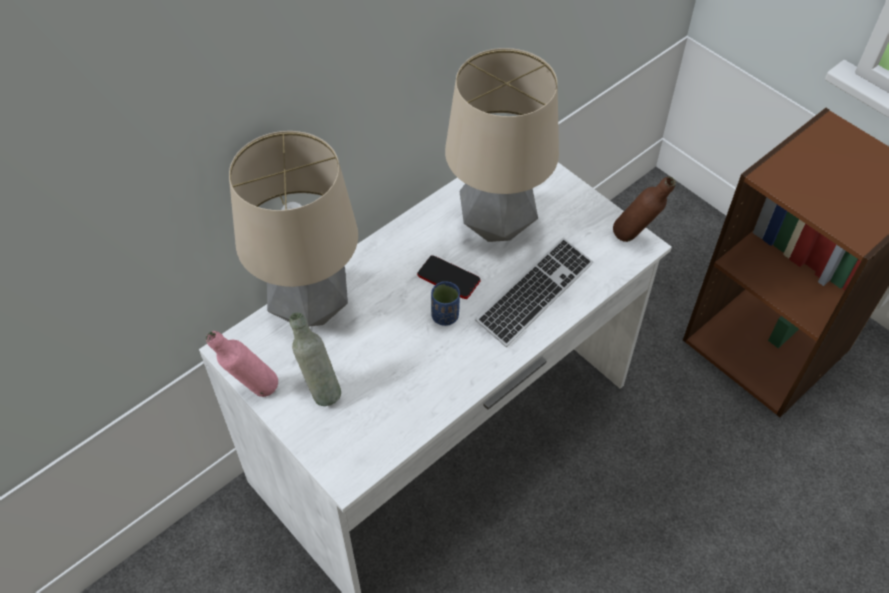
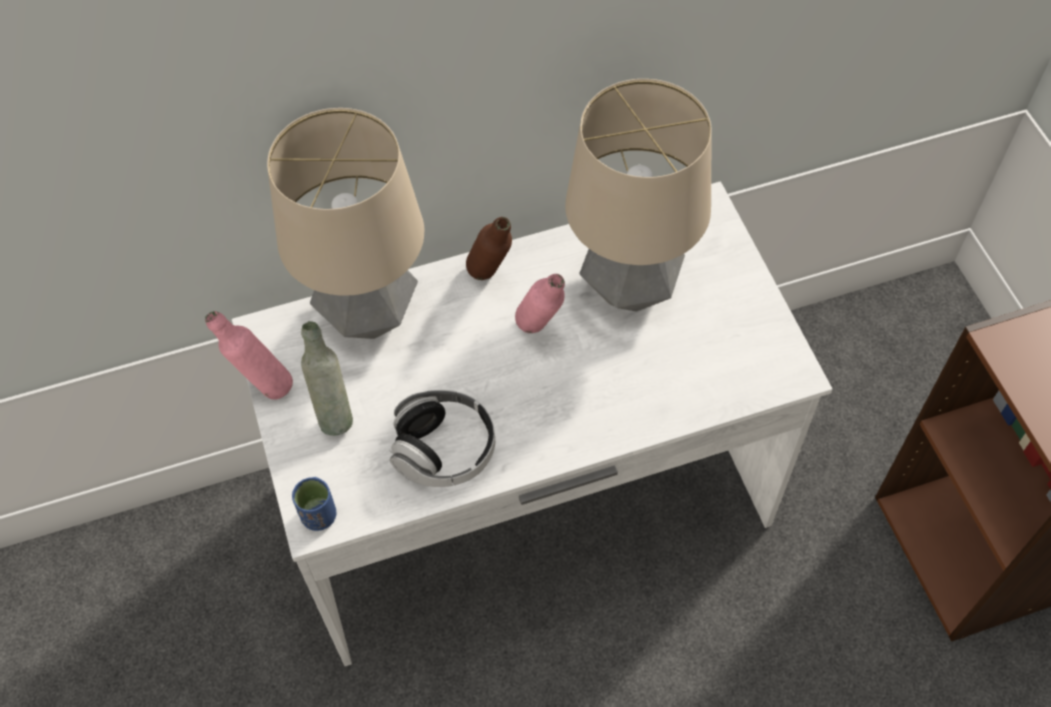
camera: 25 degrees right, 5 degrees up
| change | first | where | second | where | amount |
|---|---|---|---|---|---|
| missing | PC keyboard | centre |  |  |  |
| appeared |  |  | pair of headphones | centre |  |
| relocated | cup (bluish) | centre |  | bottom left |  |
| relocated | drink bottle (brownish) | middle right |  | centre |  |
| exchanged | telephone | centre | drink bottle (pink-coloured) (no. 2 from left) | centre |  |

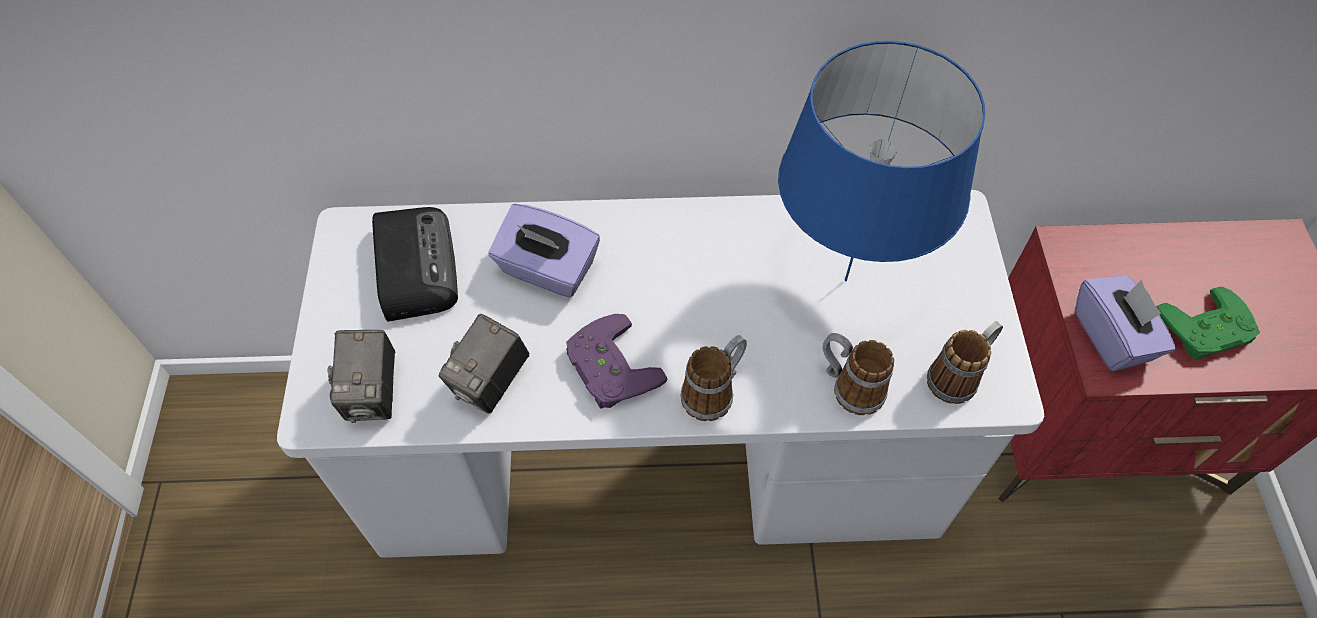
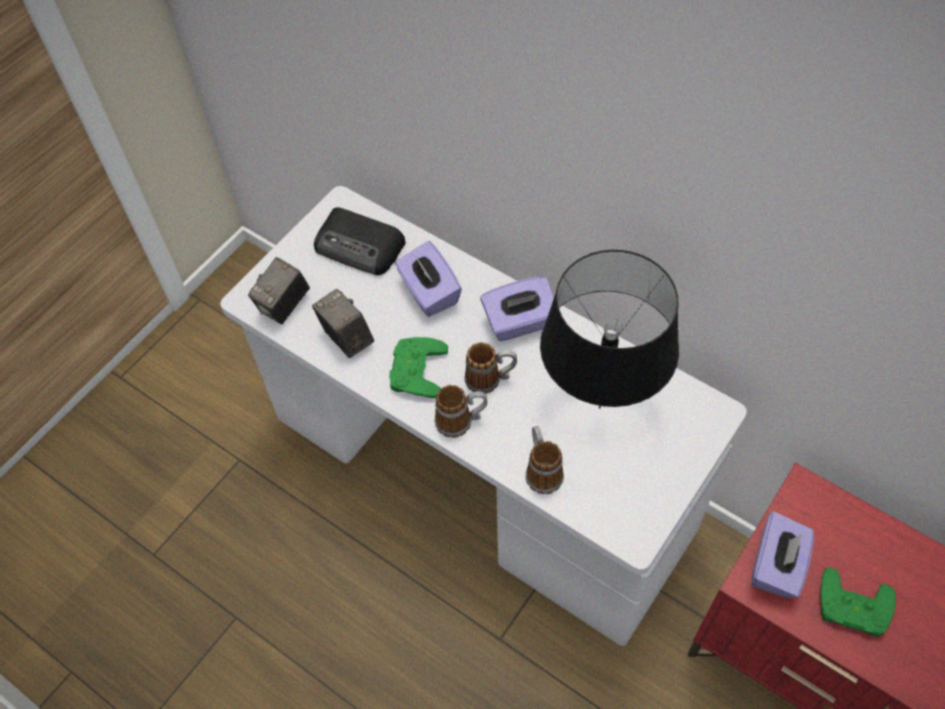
camera: 40 degrees right, 0 degrees up
| change | first | where | second | where | amount |
|---|---|---|---|---|---|
| appeared |  |  | box of tissues (purple-coloured) (no. 2 from left) | centre |  |
| relocated | mug (no. 3 from left in the first image) | middle right | mug (no. 2 from left) | centre |  |
| colour | game controller (purple-coloured) | centre | game controller (green) (no. 1 from left) | centre |  |
| colour | table lamp (bluish) | top right | table lamp (blackish) | centre |  |
| spun | radio set | middle left |  | centre | 90 degrees clockwise |
| spun | photo camera (no. 2 from left) | centre |  | centre | 75 degrees clockwise |

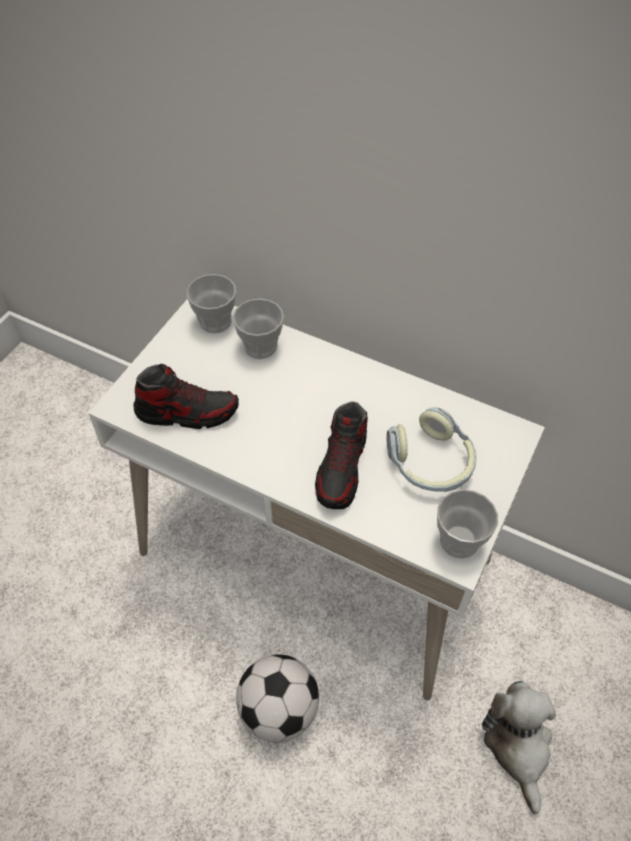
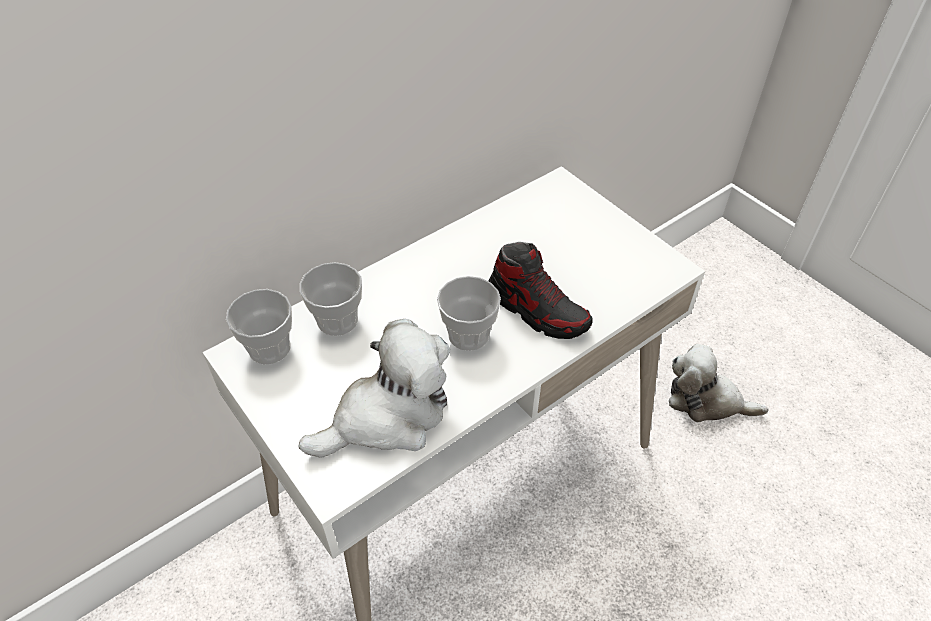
camera: 65 degrees left, 5 degrees down
| change | first | where | second | where | amount |
|---|---|---|---|---|---|
| missing | football ball | bottom centre |  |  |  |
| missing | pair of headphones | middle right |  |  |  |
| relocated | cup (no. 3 from left) | middle right |  | centre |  |
| exchanged | item of footwear (no. 1 from left) | middle left | plush toy (no. 1 from left) | centre |  |

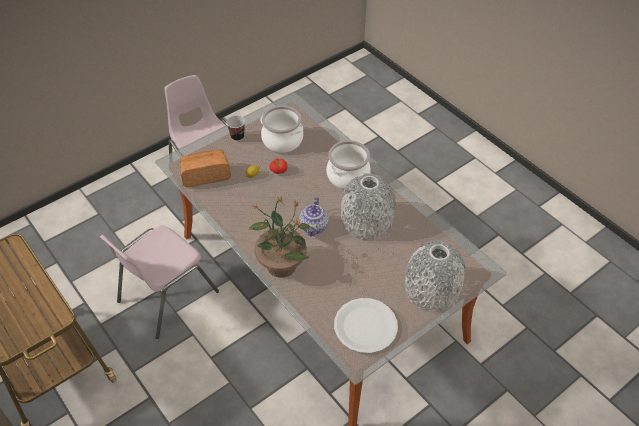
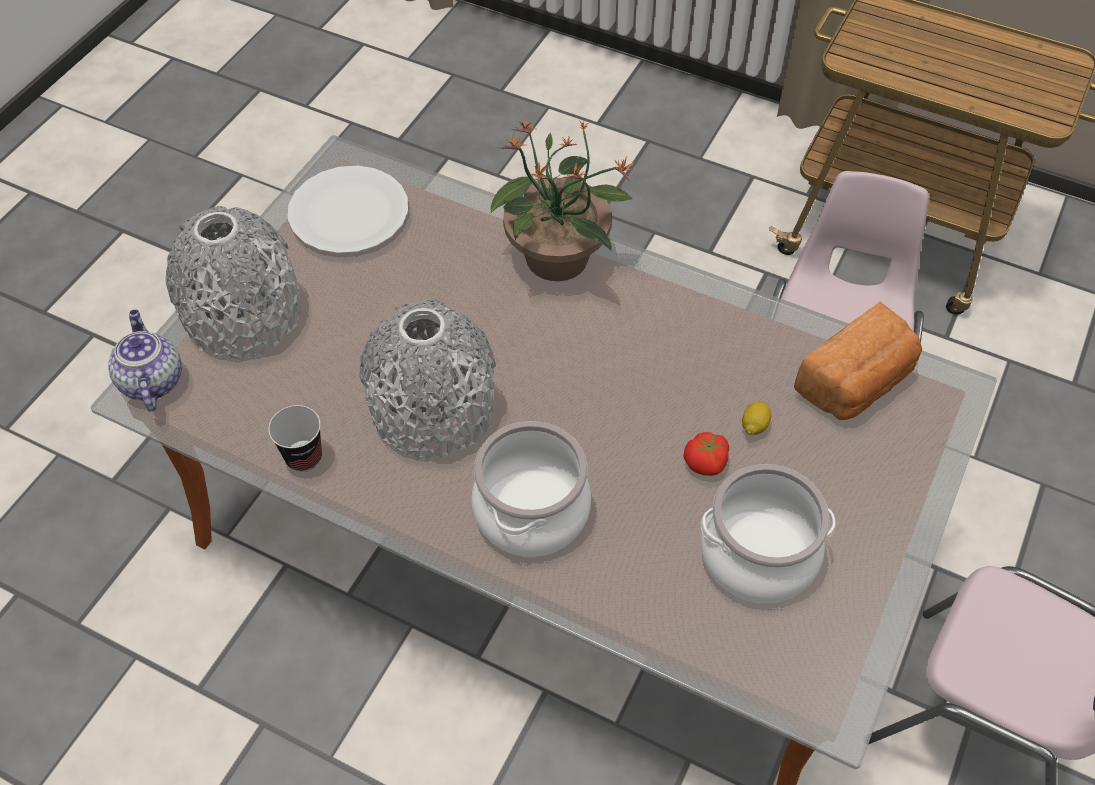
camera: 155 degrees right, 5 degrees up
| change | first | where | second | where | amount |
|---|---|---|---|---|---|
| relocated | cup | top centre |  | middle left |  |
| relocated | tea pot | centre |  | middle left |  |

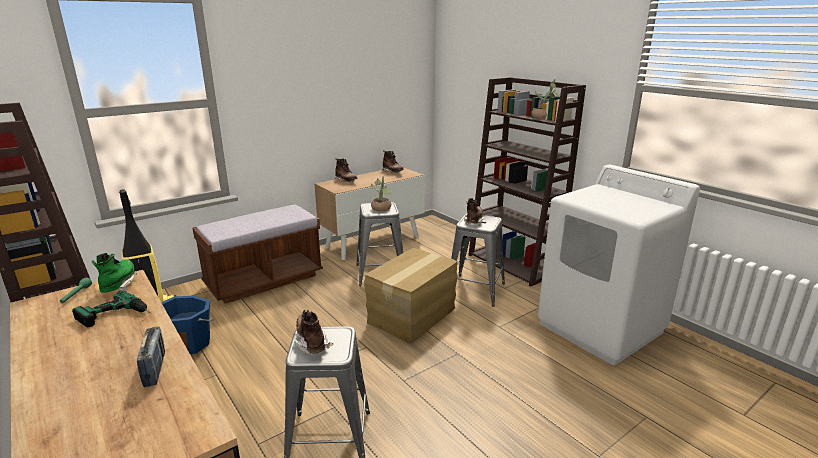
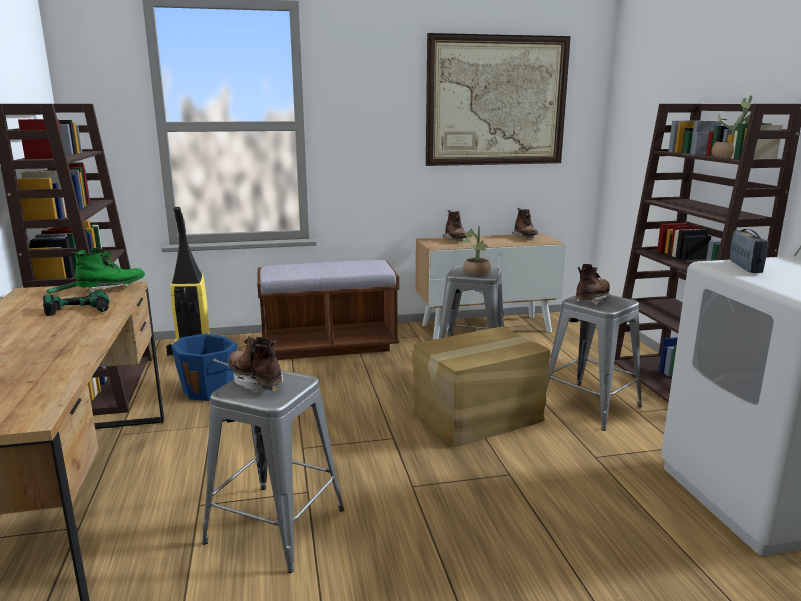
camera: 25 degrees right, 5 degrees down
| change | first | where | second | where | amount |
|---|---|---|---|---|---|
| appeared |  |  | picture | top centre |  |
| relocated | radio set | bottom left |  | middle right |  |
| spun | boot (green) | middle left |  | middle left | 45 degrees clockwise |
| spun | boot (brownish) (no. 1 from left) | bottom centre |  | middle left | 45 degrees counterclockwise |

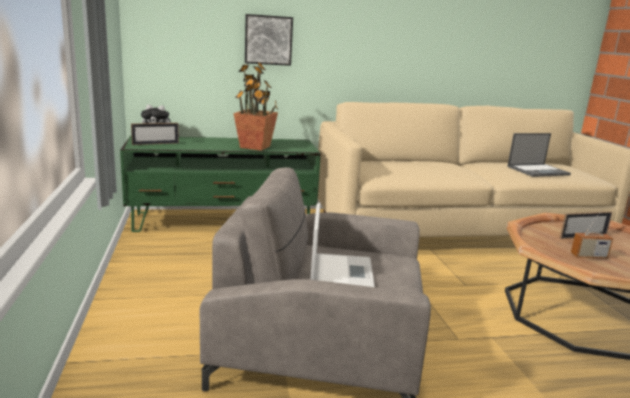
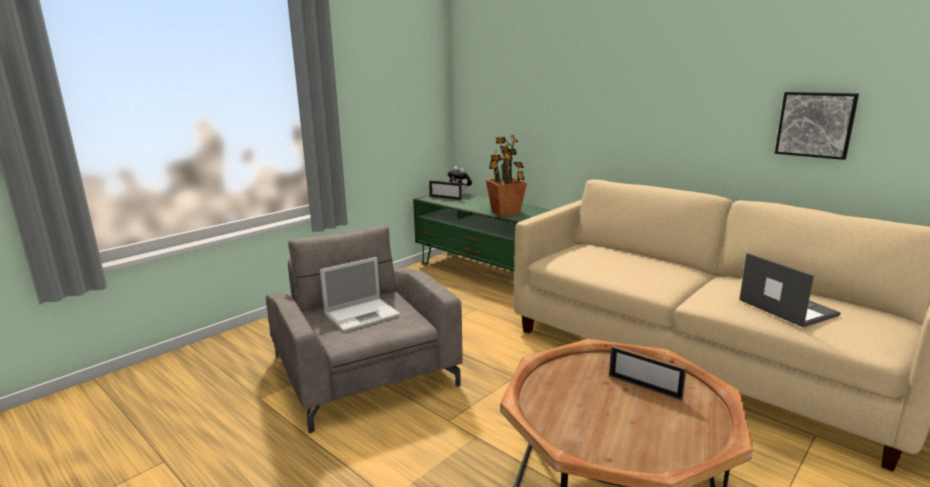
camera: 55 degrees right, 0 degrees up
| change | first | where | second | where | amount |
|---|---|---|---|---|---|
| missing | radio set | middle right |  |  |  |
| relocated | picture | top centre |  | top right |  |
| spun | laptop (no. 2 from left) | middle right |  | middle right | 150 degrees counterclockwise |

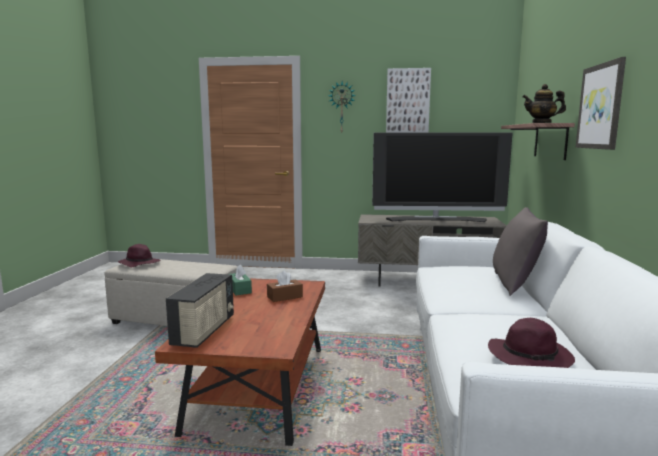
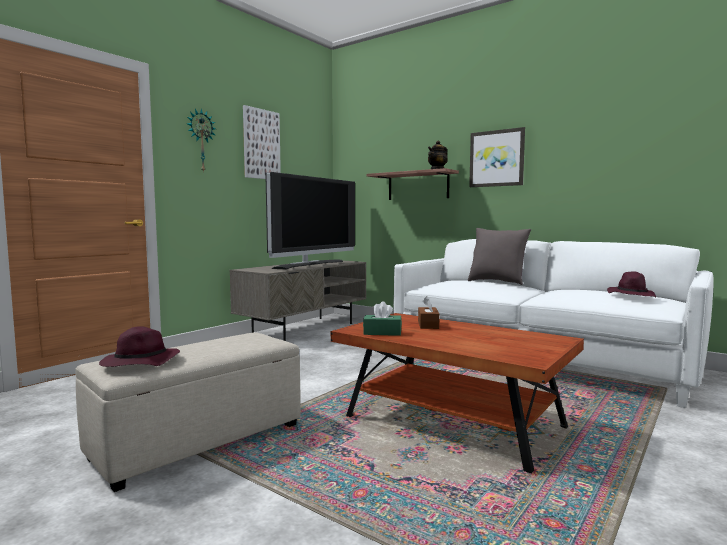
camera: 60 degrees left, 5 degrees down
| change | first | where | second | where | amount |
|---|---|---|---|---|---|
| missing | radio set | bottom left |  |  |  |

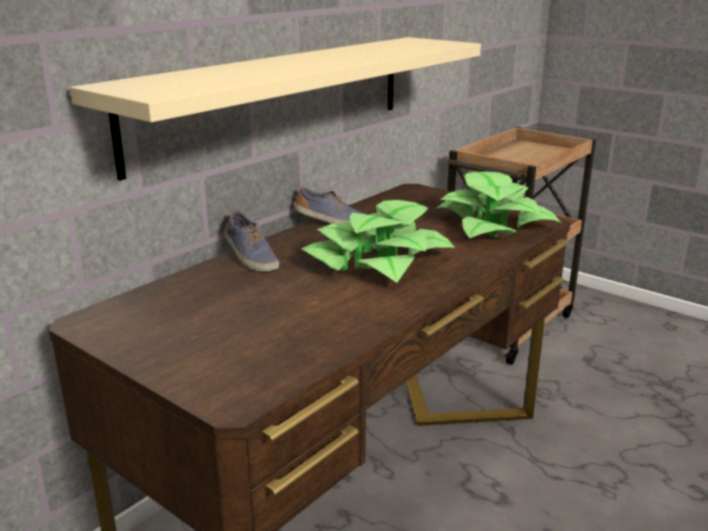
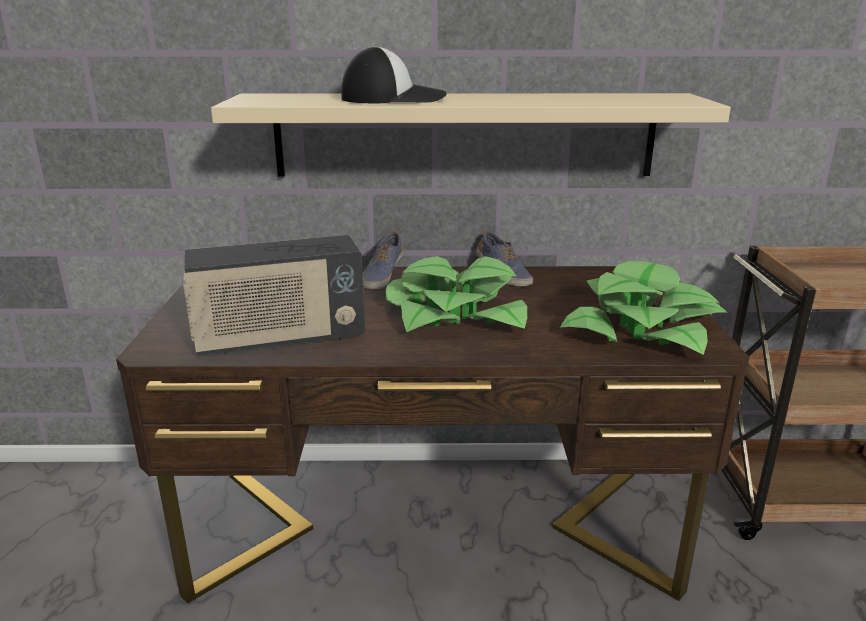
camera: 50 degrees right, 0 degrees up
| change | first | where | second | where | amount |
|---|---|---|---|---|---|
| appeared |  |  | radio set | middle left |  |
| appeared |  |  | baseball cap | top centre |  |

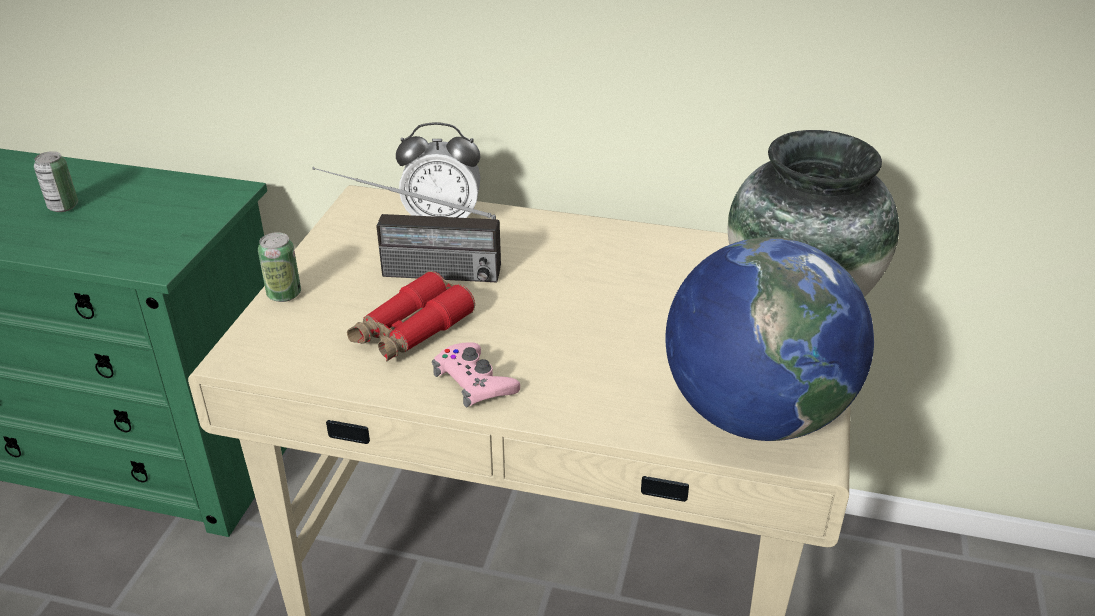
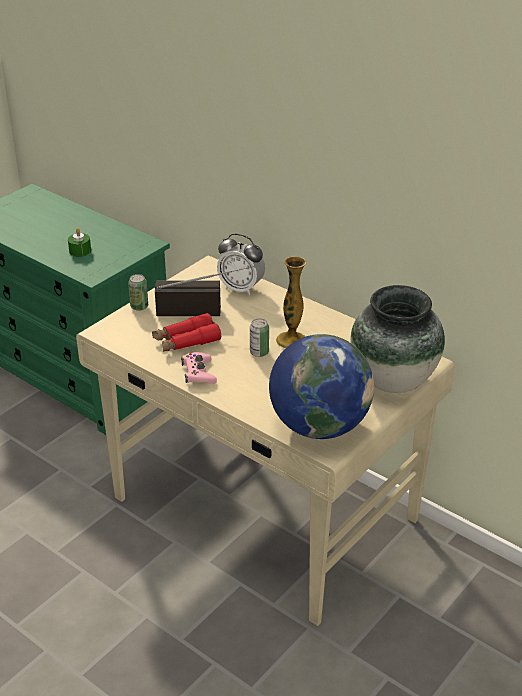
camera: 25 degrees right, 0 degrees up
| change | first | where | second | where | amount |
|---|---|---|---|---|---|
| appeared |  |  | wax candle (green) | middle left |  |
| appeared |  |  | vase (no. 1 from left) | centre |  |
| relocated | sealed can (no. 1 from left in the first image) | top left | sealed can (no. 2 from left) | centre |  |
| spun | radio set | centre |  | centre | 150 degrees clockwise |

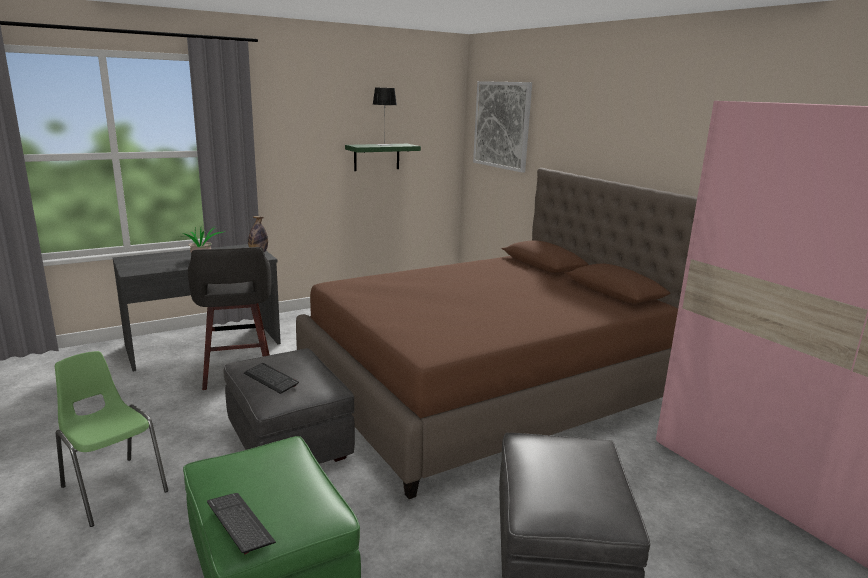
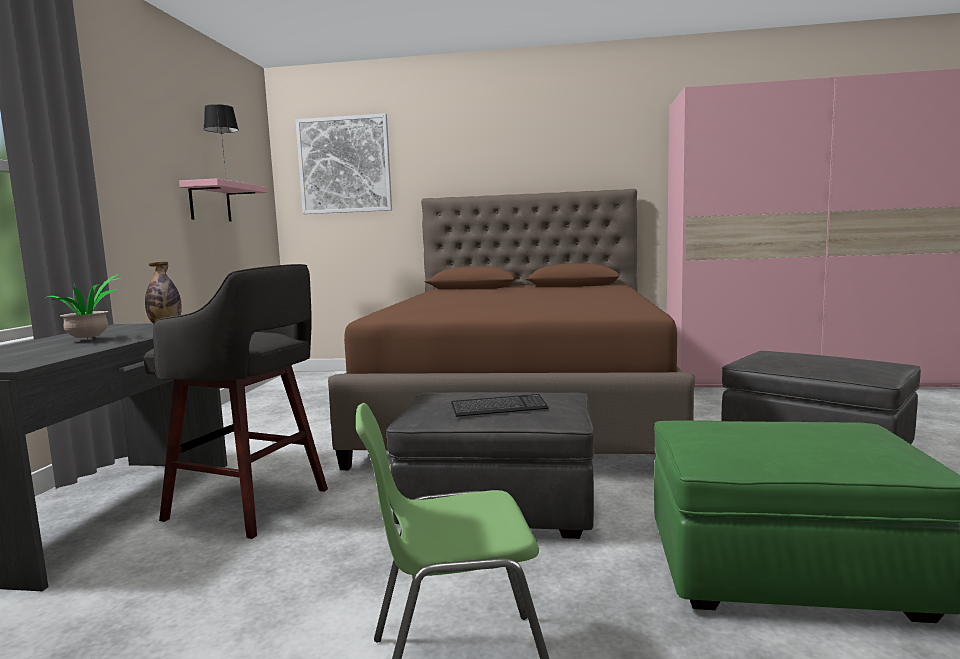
camera: 50 degrees left, 10 degrees down
| change | first | where | second | where | amount |
|---|---|---|---|---|---|
| missing | PC keyboard (no. 1 from left) | bottom left |  |  |  |
| colour | wall shelf (green) | top centre | wall shelf (pink-coloured) | top left |  |

